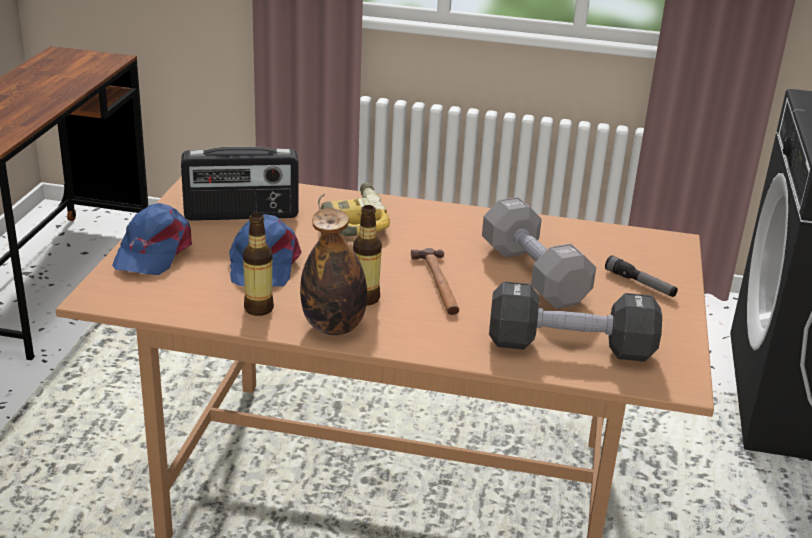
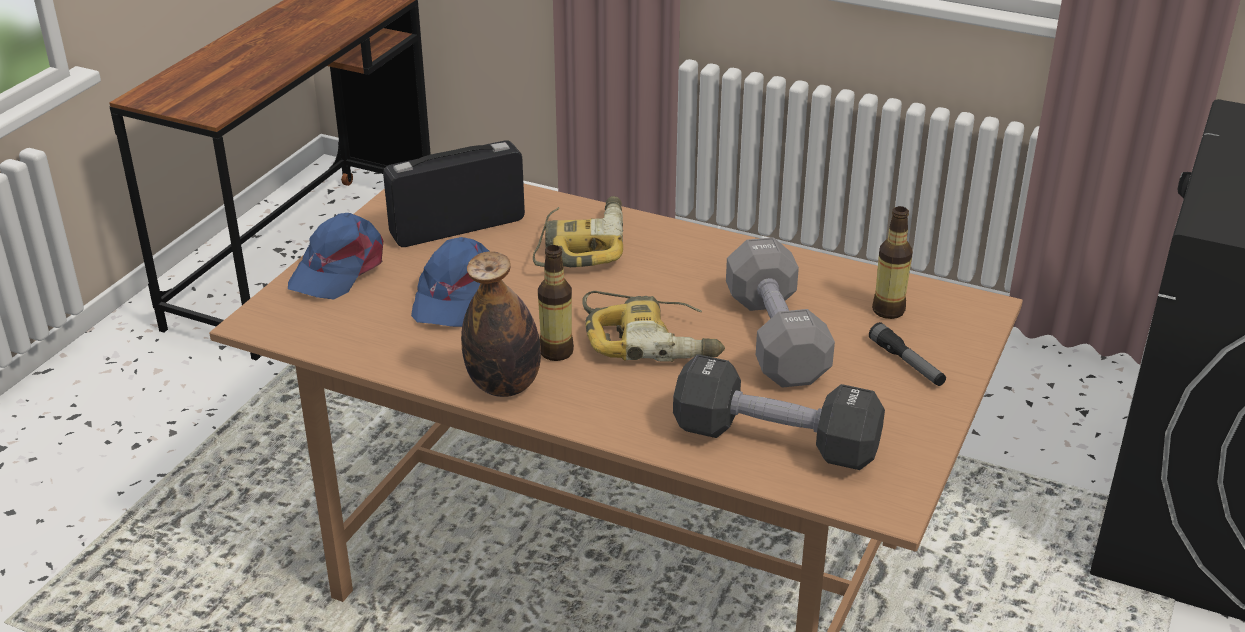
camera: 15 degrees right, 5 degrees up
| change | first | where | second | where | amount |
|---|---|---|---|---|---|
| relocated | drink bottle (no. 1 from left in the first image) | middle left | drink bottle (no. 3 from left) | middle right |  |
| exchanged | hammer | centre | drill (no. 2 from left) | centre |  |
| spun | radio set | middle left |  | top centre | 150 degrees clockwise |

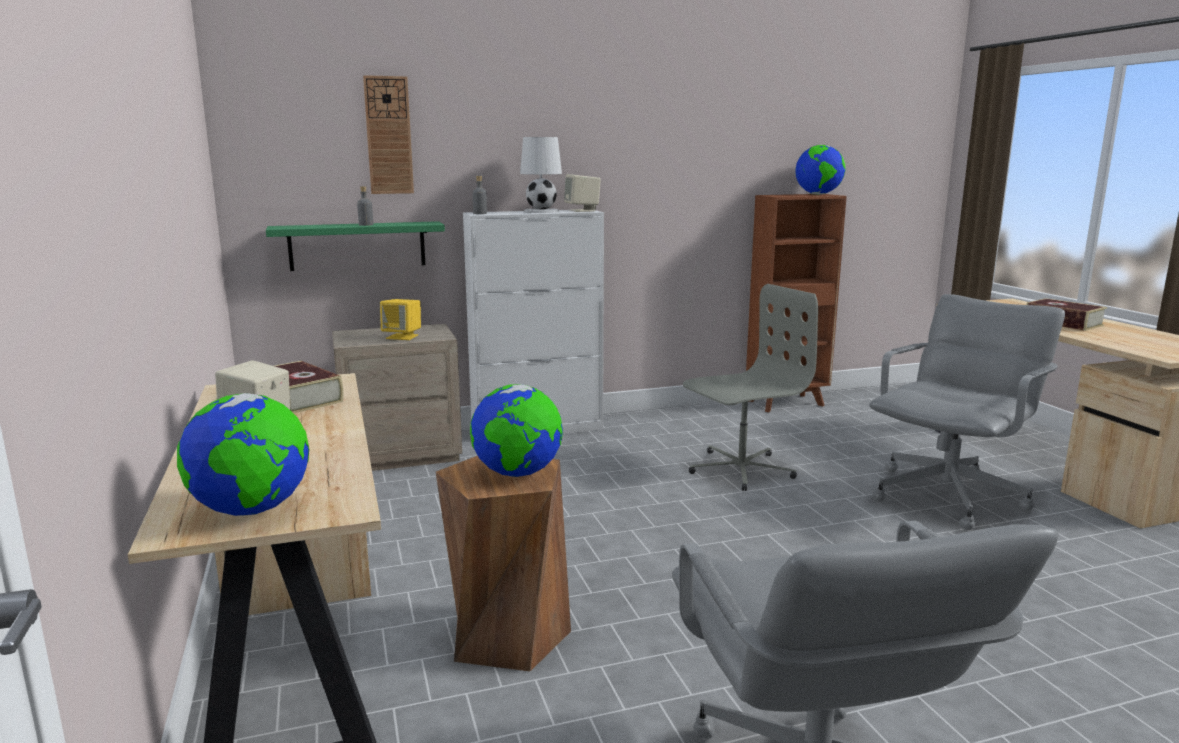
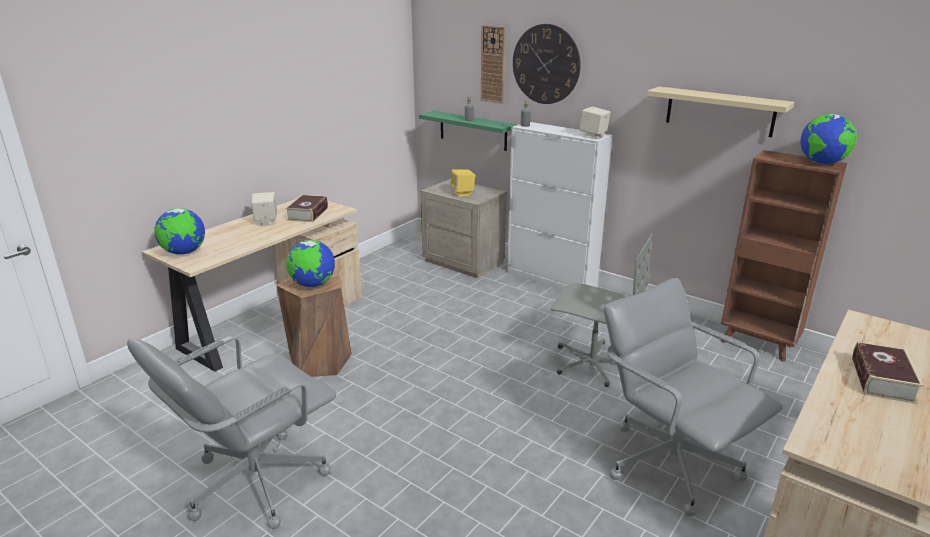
camera: 55 degrees right, 10 degrees up
| change | first | where | second | where | amount |
|---|---|---|---|---|---|
| missing | table lamp (white-coloured) | top centre |  |  |  |
| appeared |  |  | hanging clock (no. 2 from left) | top centre |  |
| appeared |  |  | wall shelf (beige) | top right |  |
| spun | computer chair (gray) (no. 3 from left) | middle right |  | bottom right | 135 degrees counterclockwise |

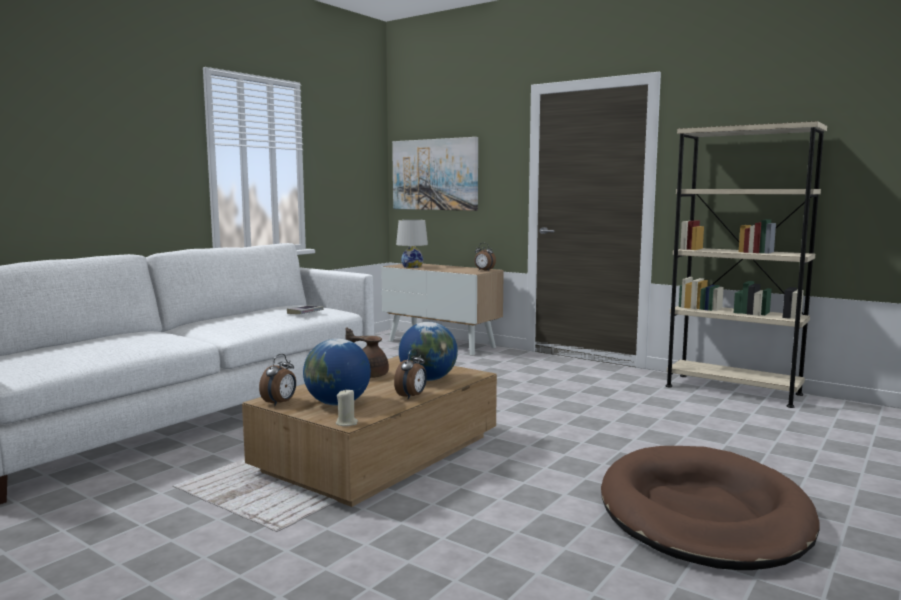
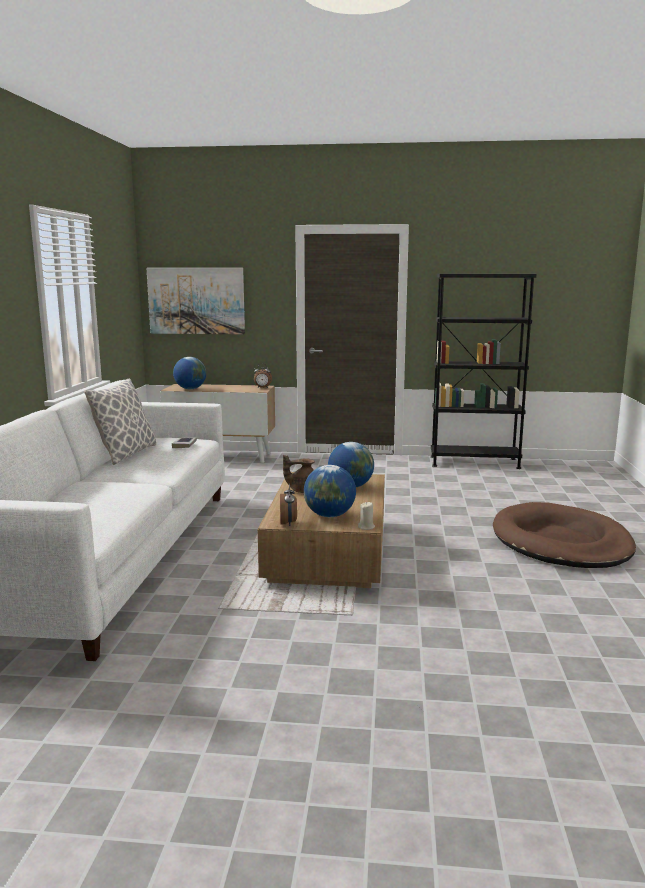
camera: 30 degrees left, 5 degrees up
| change | first | where | second | where | amount |
|---|---|---|---|---|---|
| missing | bedside clock (no. 2 from left) | centre |  |  |  |
| appeared |  |  | pillow | middle left |  |
| exchanged | table lamp (white-coloured) | centre | globe (no. 1 from left) | middle left |  |
| colour | shelving unit (beige) | middle right | shelving unit (blackish) | middle right |  |

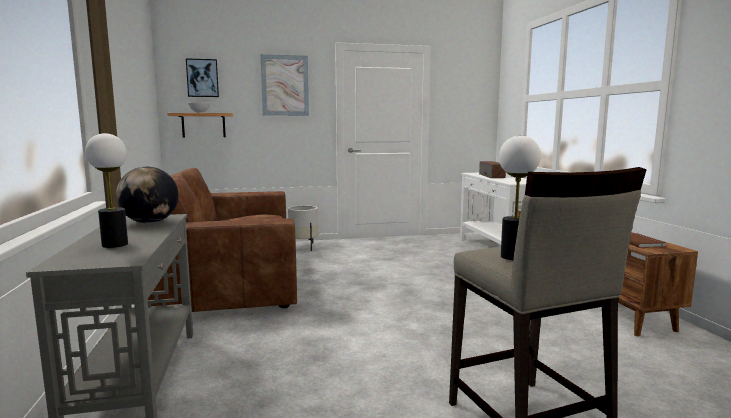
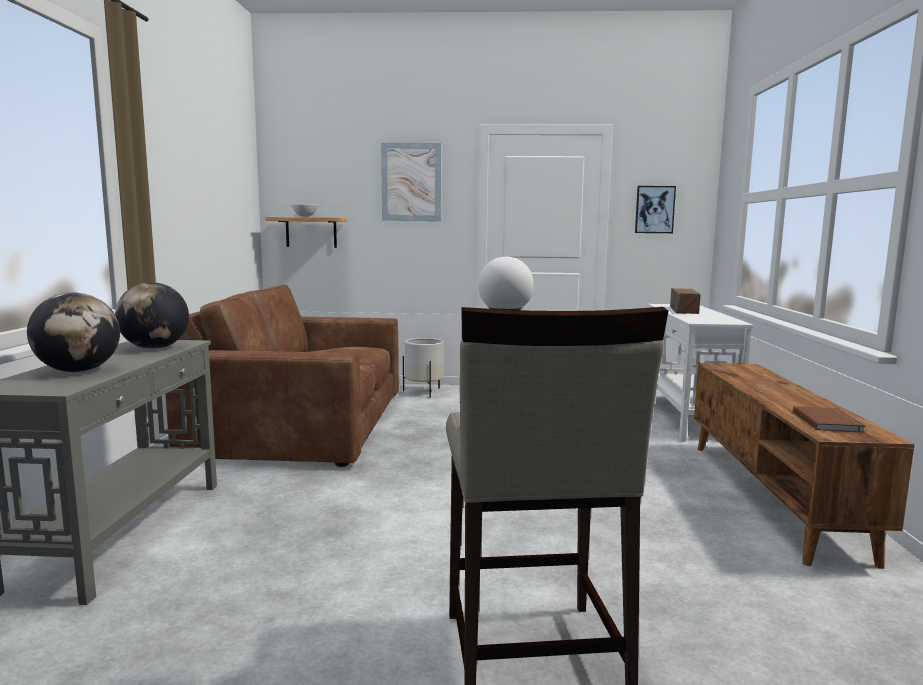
camera: 15 degrees right, 0 degrees up
| change | first | where | second | where | amount |
|---|---|---|---|---|---|
| relocated | picture (no. 1 from left in the first image) | top left | picture (no. 2 from left) | top right |  |
| exchanged | table lamp (no. 1 from left) | middle left | globe (no. 1 from left) | middle left |  |

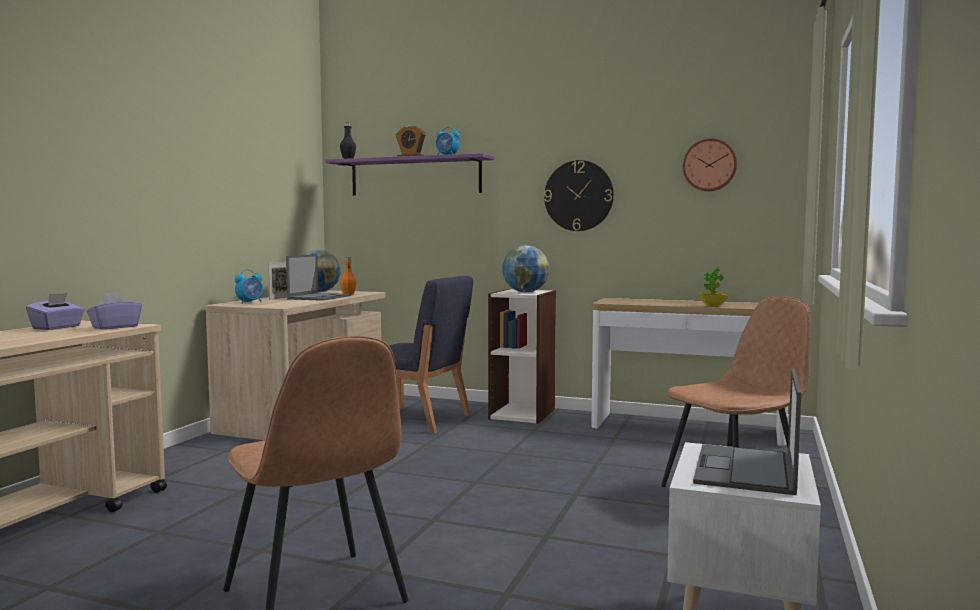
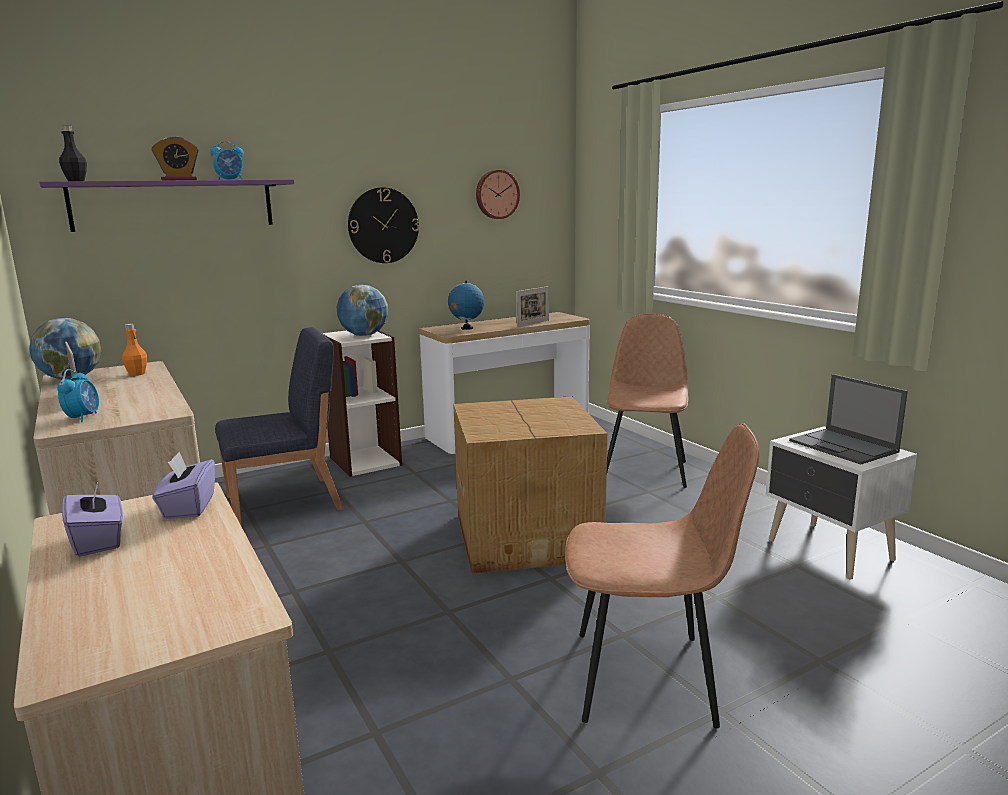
camera: 50 degrees left, 10 degrees up
| change | first | where | second | where | amount |
|---|---|---|---|---|---|
| missing | laptop (no. 1 from left) | middle left |  |  |  |
| appeared |  |  | globe (no. 3 from left) | centre |  |
| appeared |  |  | cardboard box | centre |  |
| exchanged | plant in a pot | middle right | picture frame (no. 2 from left) | centre |  |

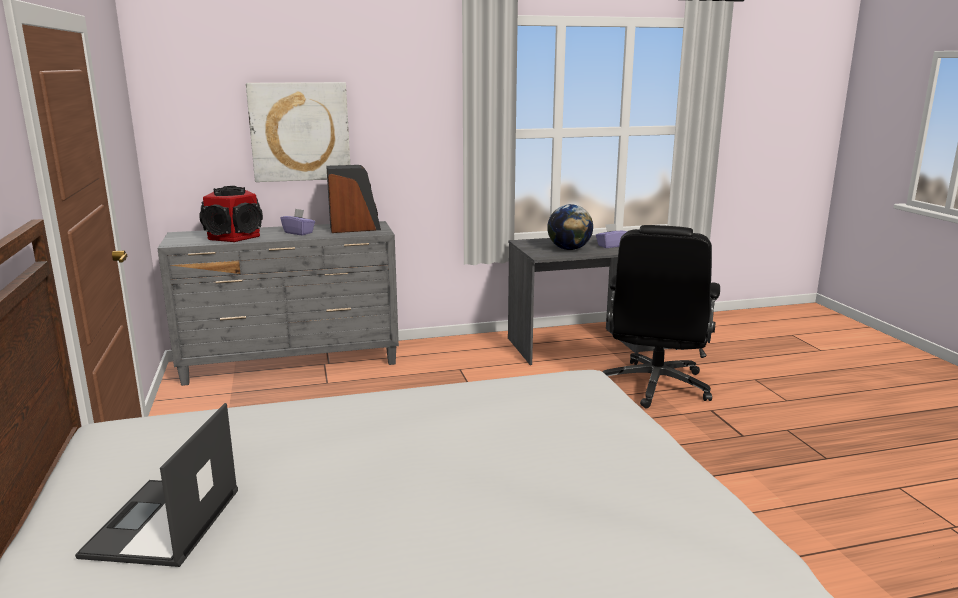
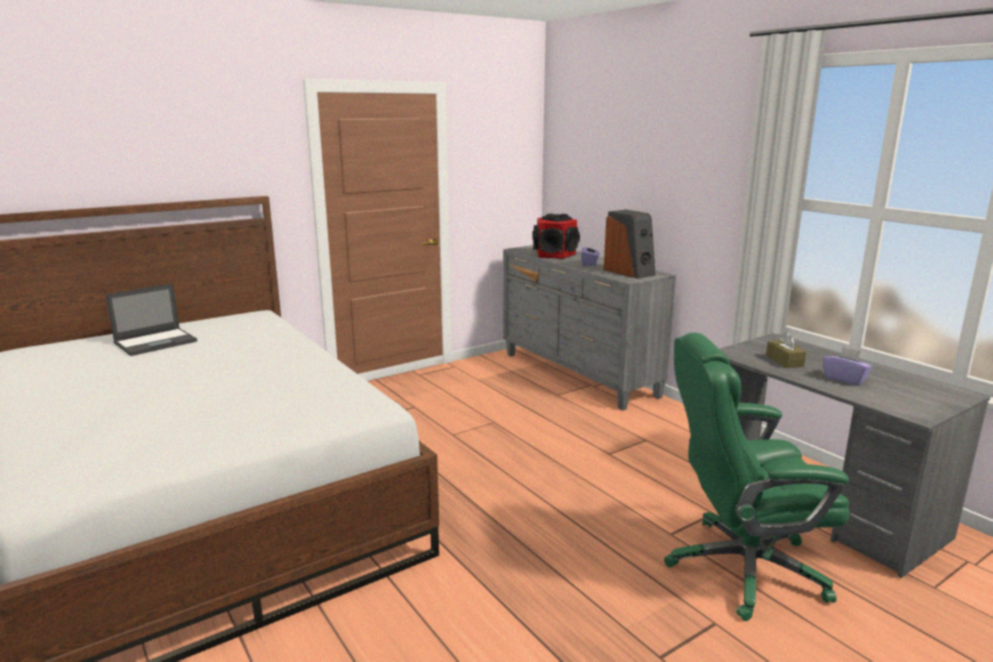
camera: 70 degrees right, 0 degrees up
| change | first | where | second | where | amount |
|---|---|---|---|---|---|
| missing | picture | top left |  |  |  |
| exchanged | globe | centre | box of tissues (brownish) | middle right |  |
| colour | computer chair (blackish) | middle right | computer chair (green) | bottom right |  |
| spun | laptop | bottom left |  | middle left | 150 degrees clockwise |

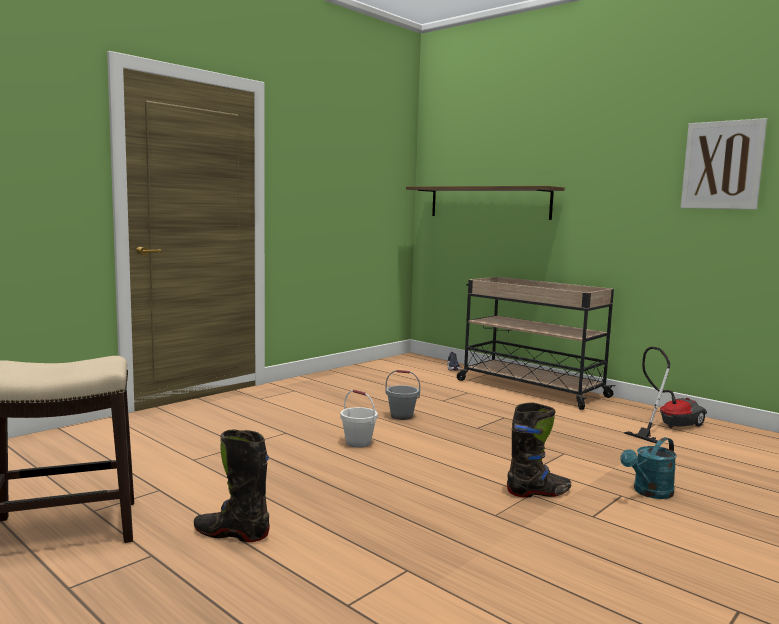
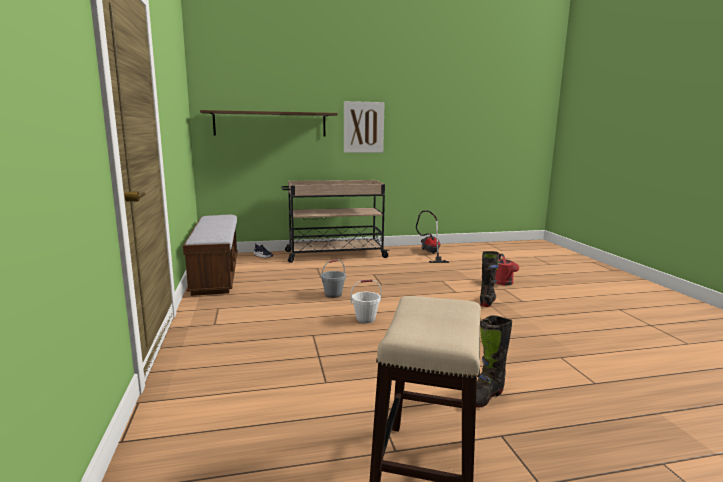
camera: 55 degrees left, 5 degrees up
| change | first | where | second | where | amount |
|---|---|---|---|---|---|
| appeared |  |  | bench | middle left |  |
| relocated | picture | top right |  | top centre |  |
| colour | watering can (blue-green) | bottom right | watering can (red-coloured) | middle right |  |

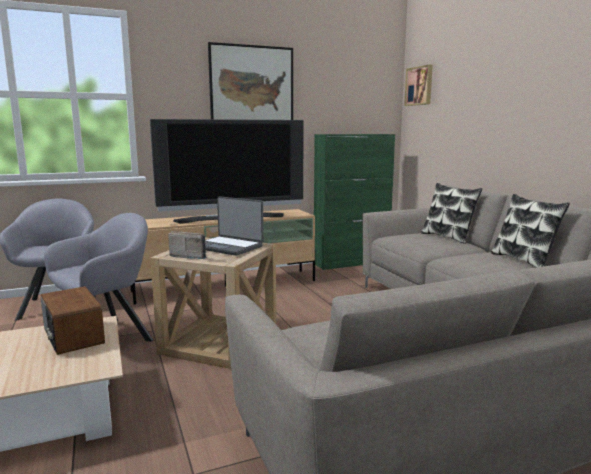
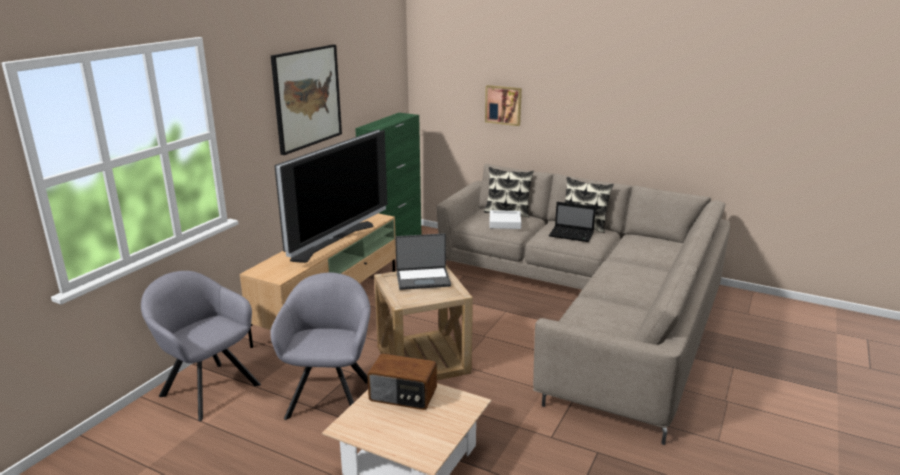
camera: 40 degrees left, 10 degrees up
| change | first | where | second | where | amount |
|---|---|---|---|---|---|
| missing | radio set (no. 2 from left) | middle left |  |  |  |
| appeared |  |  | carrying tray (white-coloured) | centre |  |
| appeared |  |  | laptop (no. 2 from left) | centre |  |
| relocated | picture (no. 2 from left) | top right |  | top centre |  |

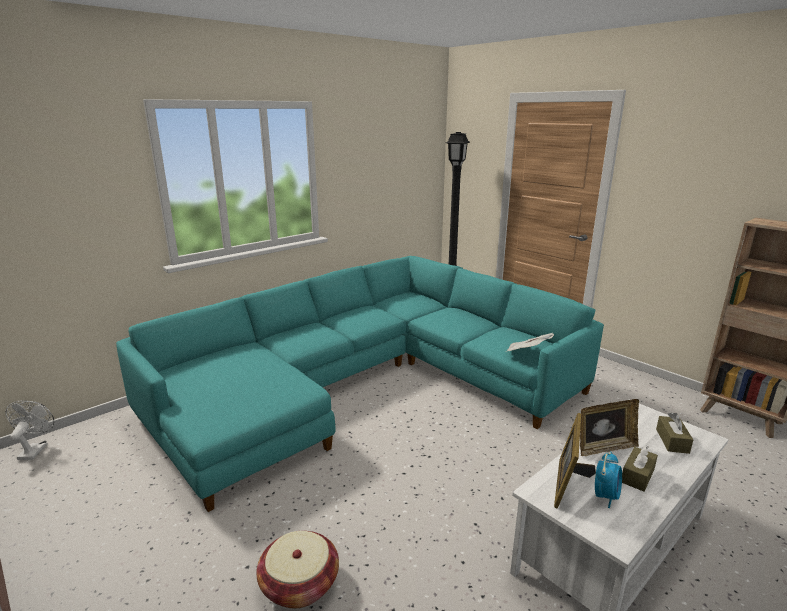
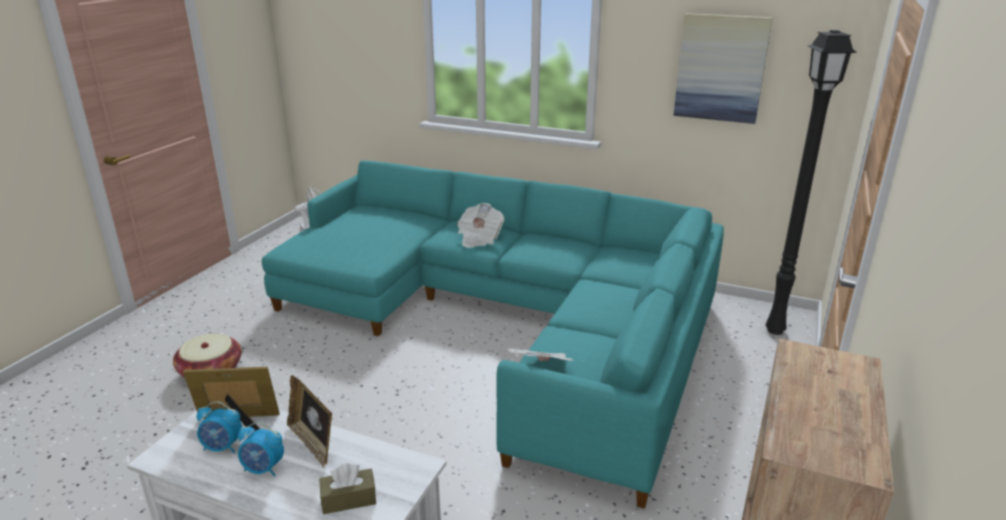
camera: 65 degrees right, 5 degrees up
| change | first | where | second | where | amount |
|---|---|---|---|---|---|
| appeared |  |  | printed paper (no. 1 from left) | centre |  |
| appeared |  |  | picture | top right |  |
| exchanged | box of tissues (brownish) (no. 1 from left) | bottom right | bedside clock (no. 2 from left) | bottom left |  |

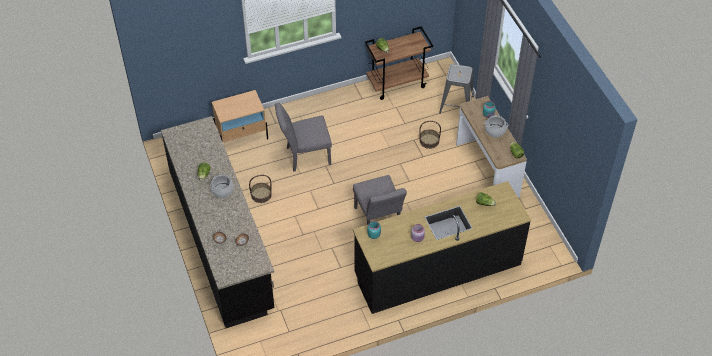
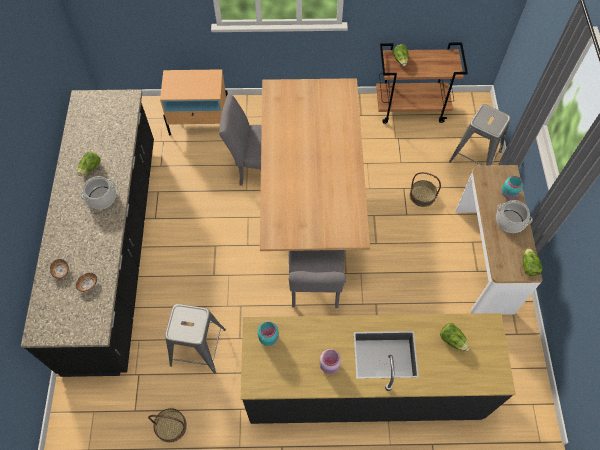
camera: 20 degrees right, 10 degrees up
| change | first | where | second | where | amount |
|---|---|---|---|---|---|
| appeared |  |  | stool seat (gray) (no. 1 from left) | bottom left |  |
| appeared |  |  | dinner table (beige) | centre |  |
| relocated | household basket (no. 1 from left) | centre |  | bottom left |  |

